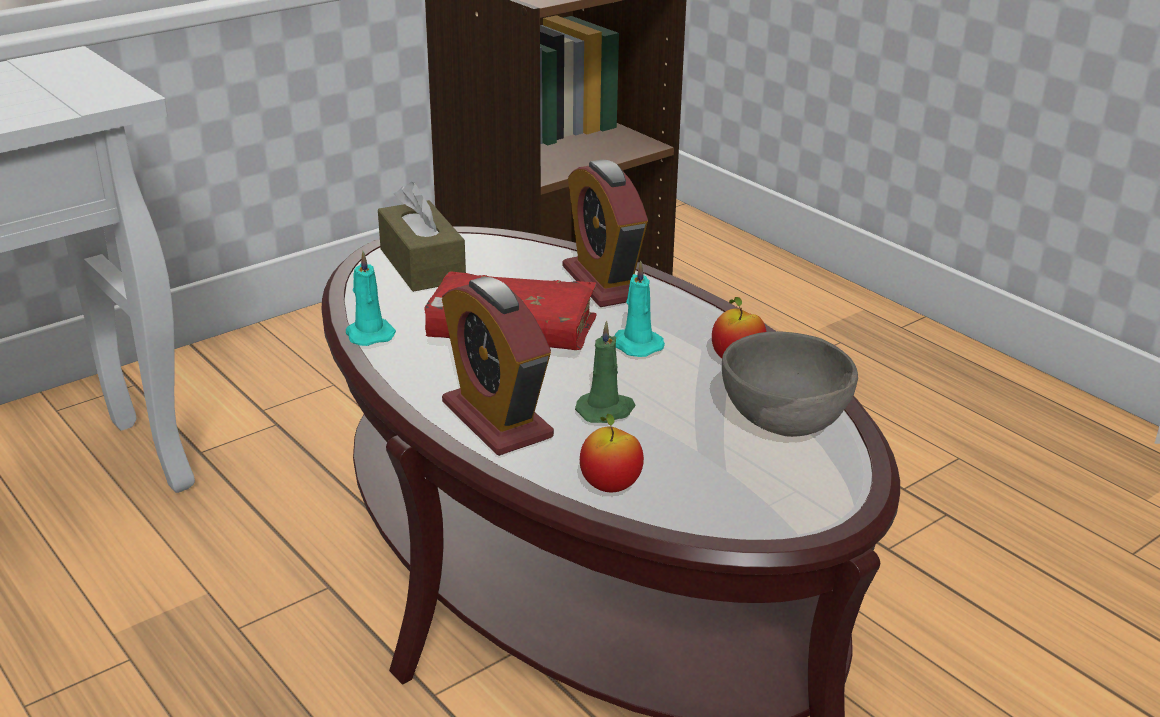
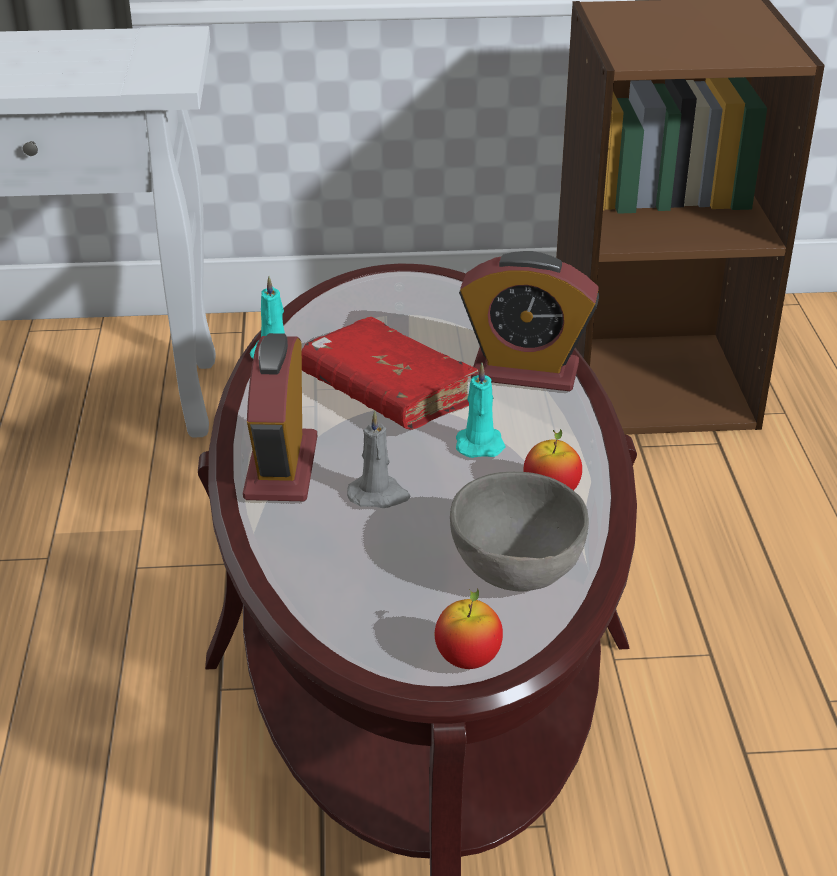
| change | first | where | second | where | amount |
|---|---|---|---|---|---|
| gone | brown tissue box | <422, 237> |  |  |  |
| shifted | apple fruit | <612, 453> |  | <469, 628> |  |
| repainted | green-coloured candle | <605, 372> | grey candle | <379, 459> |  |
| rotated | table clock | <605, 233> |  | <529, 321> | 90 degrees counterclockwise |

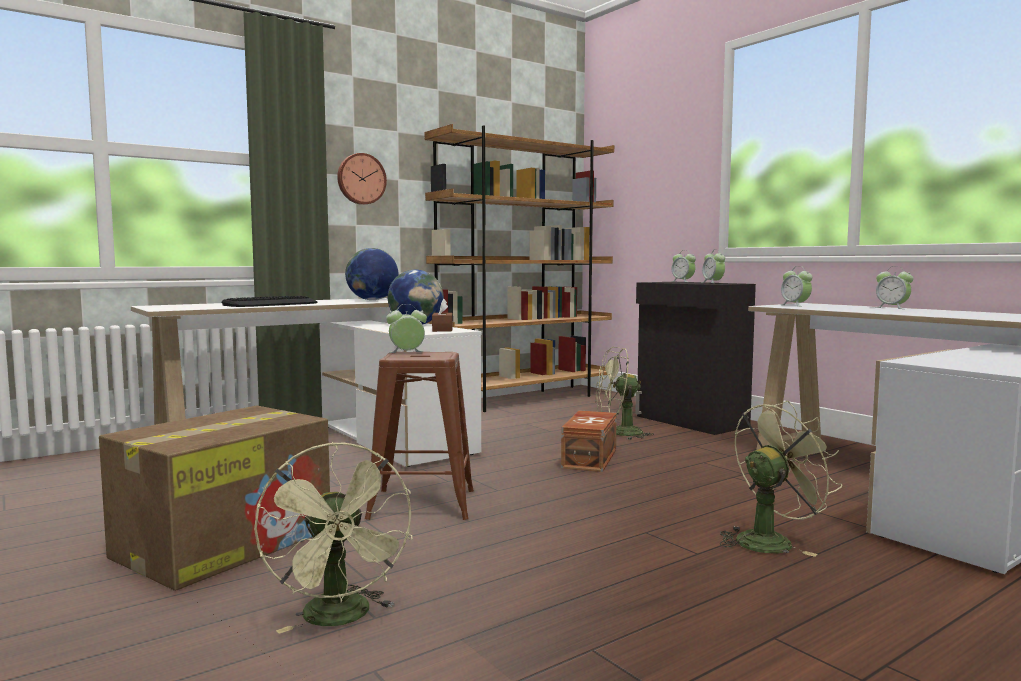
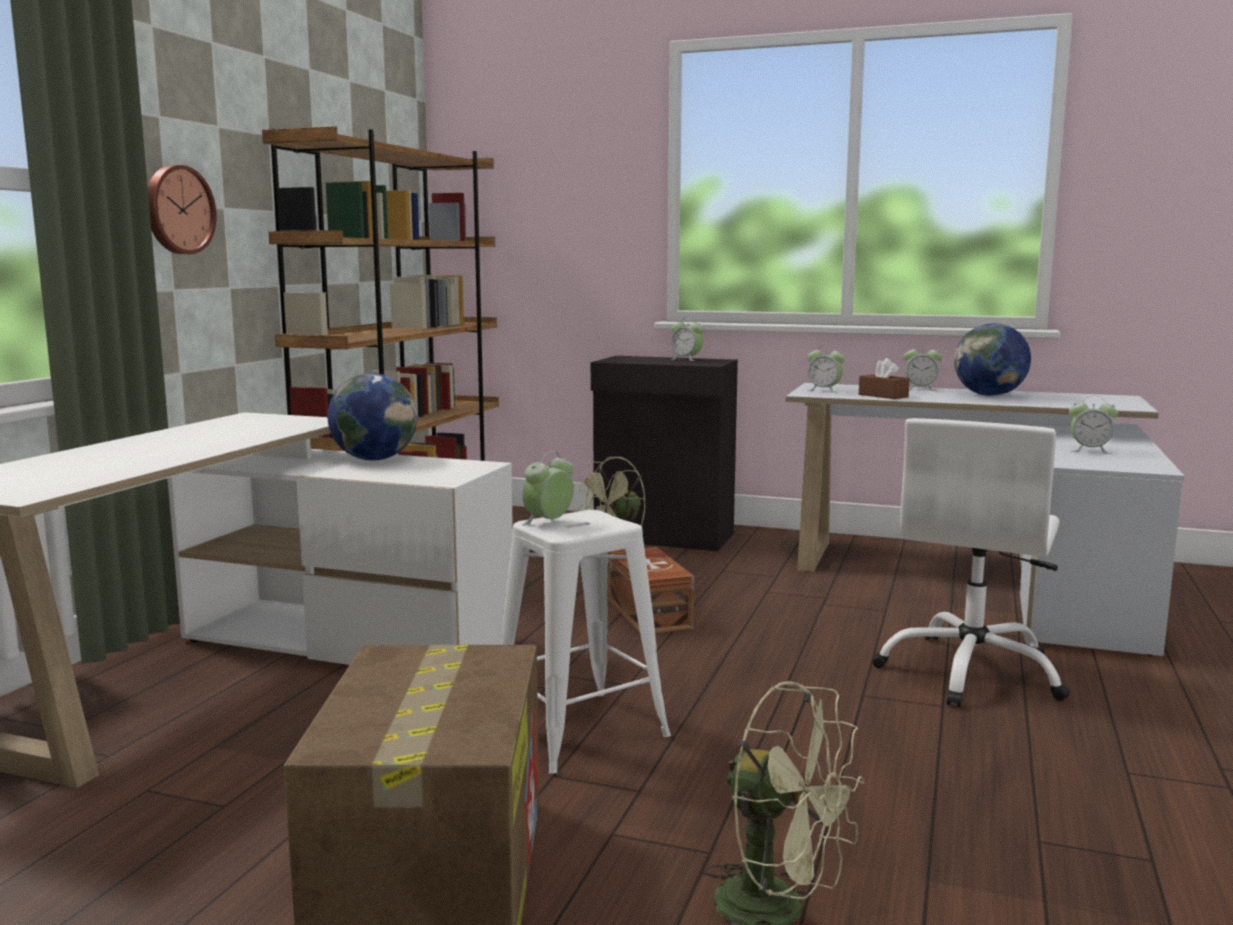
| change | first | where | second | where | amount |
|---|---|---|---|---|---|
| gone | keyboard | <269, 301> |  |  |  |
| shifted | desk globe | <371, 274> |  | <992, 359> |  |
| shifted | brown tissue box | <442, 315> |  | <884, 378> |  |
| shifted | table clock | <683, 266> |  | <1093, 425> |  |
| swapped | green-coloured cooling fan | <781, 478> | white office chair | <971, 563> |  |
| repainted | brown sitting stool | <419, 436> | white sitting stool | <586, 642> |  |

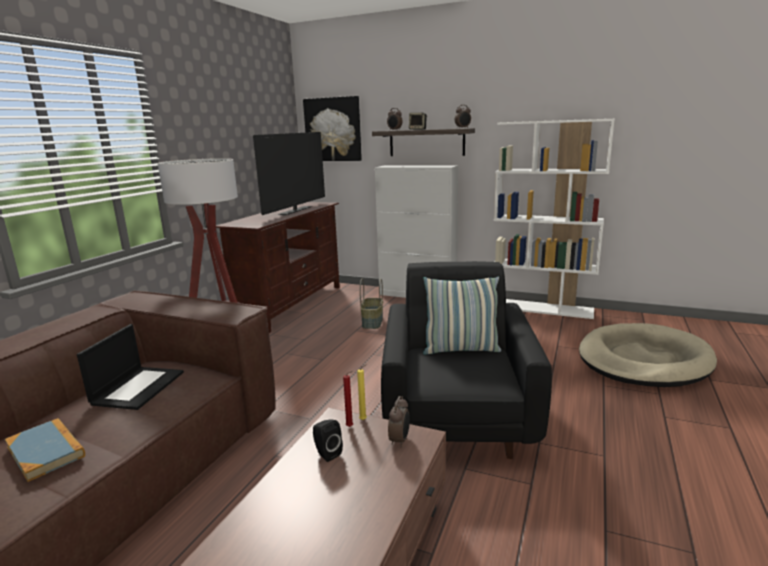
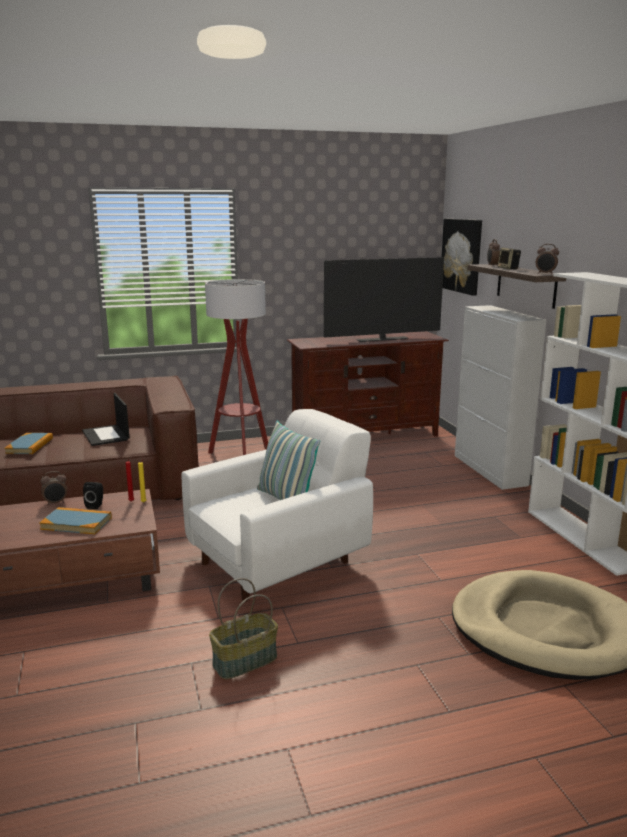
| change | first | where | second | where | amount |
|---|---|---|---|---|---|
| new |  |  | book | <76, 520> |  |
| shifted | basket | <371, 304> |  | <243, 628> |  |
| shifted | table clock | <399, 421> |  | <54, 488> |  |
| repainted | black-coloured armchair | <466, 360> | white armchair | <277, 505> |  |
| rotated | portable computer | <130, 367> |  | <106, 419> | 90 degrees clockwise |

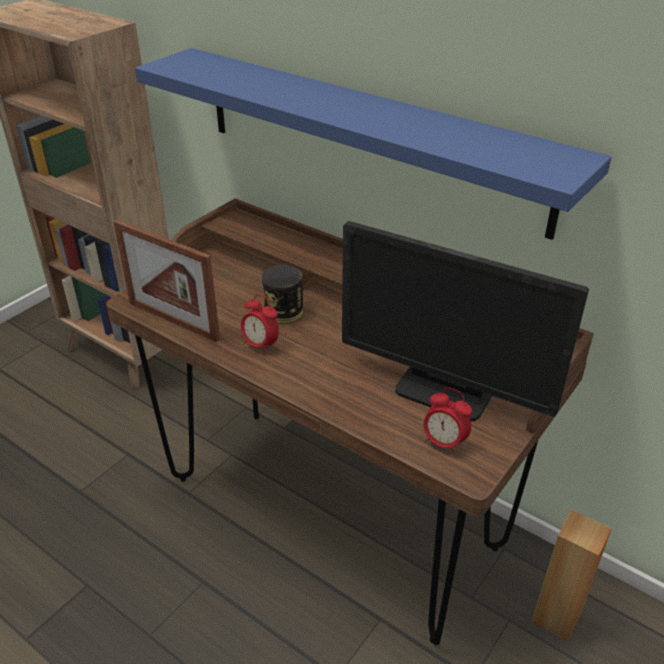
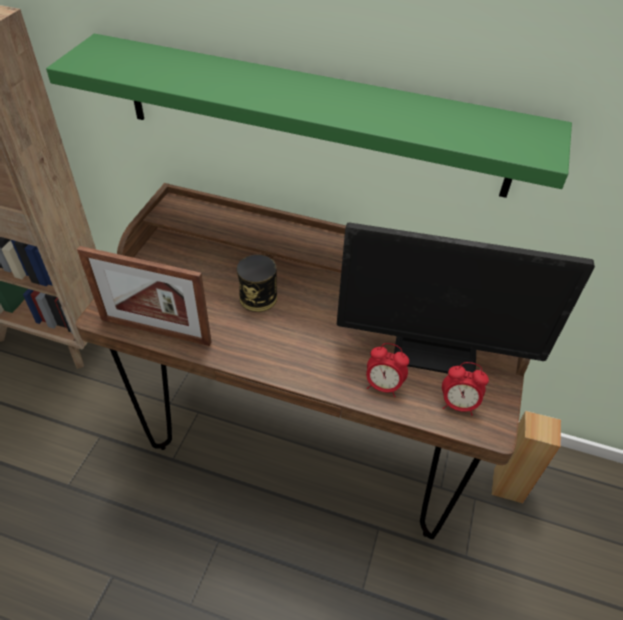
| change | first | where | second | where | amount |
|---|---|---|---|---|---|
| shifted | table clock | <260, 324> |  | <387, 370> |  |
| repainted | bluish bracket shelf | <373, 144> | green-coloured bracket shelf | <309, 116> |  |

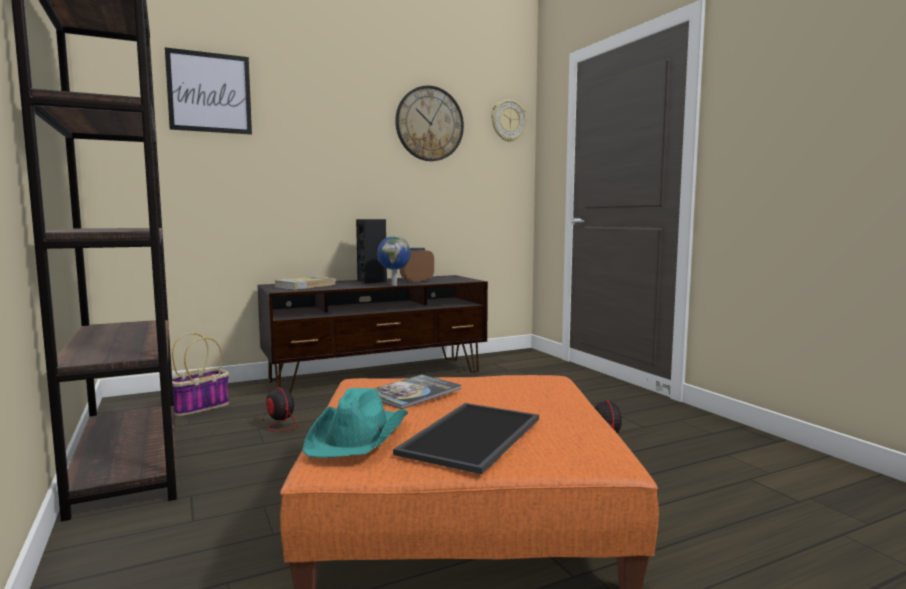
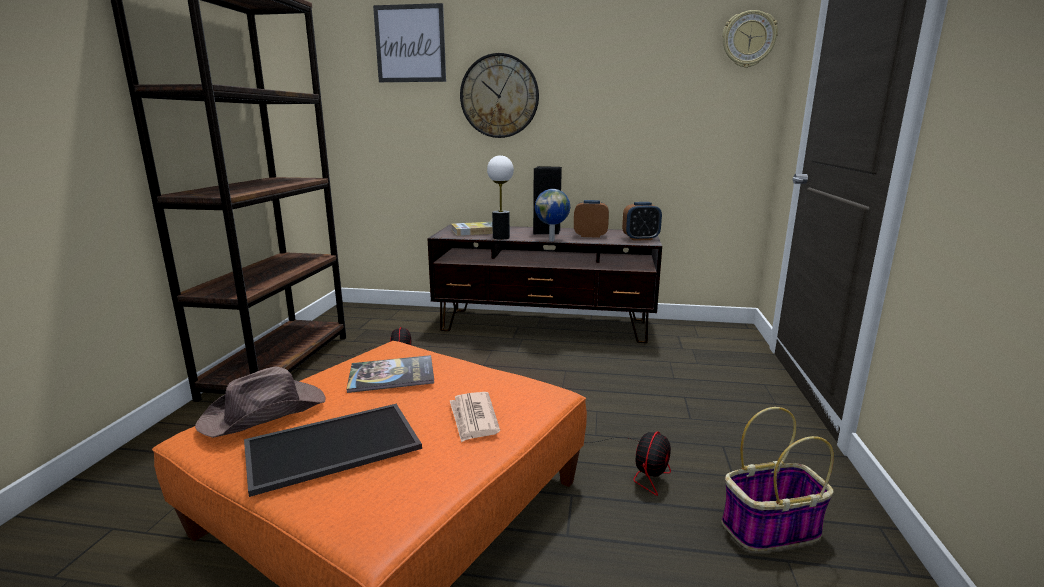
| change | first | where | second | where | amount |
|---|---|---|---|---|---|
| new |  |  | newspaper | <475, 417> |  |
| new |  |  | table lamp | <500, 197> |  |
| new |  |  | table clock | <642, 221> |  |
| shifted | basket | <200, 374> |  | <778, 479> |  |
| shifted | hanging clock | <429, 123> |  | <499, 95> |  |
| repainted | turquoise-coloured wearable hat | <355, 423> | brown wearable hat | <260, 402> |  |

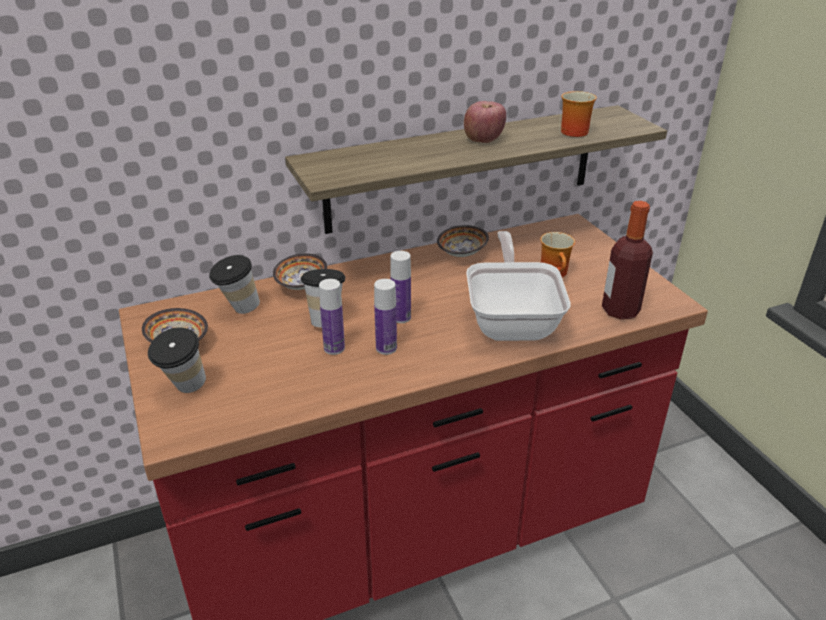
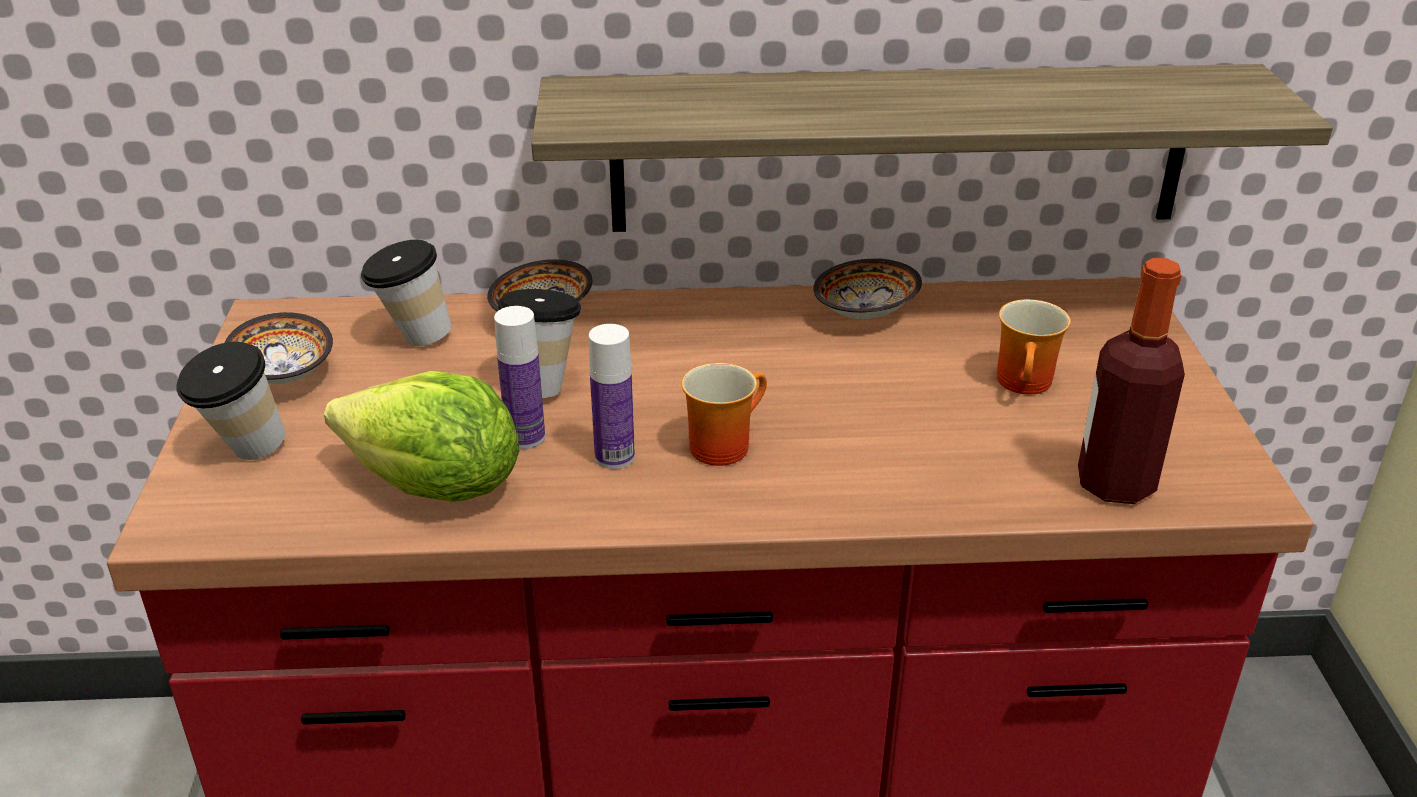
| change | first | where | second | where | amount |
|---|---|---|---|---|---|
| gone | beverage bottle | <400, 287> |  |  |  |
| gone | apple fruit | <485, 122> |  |  |  |
| gone | skillet | <518, 286> |  |  |  |
| new |  |  | head of lettuce | <422, 436> |  |
| shifted | mug | <579, 114> |  | <724, 414> |  |

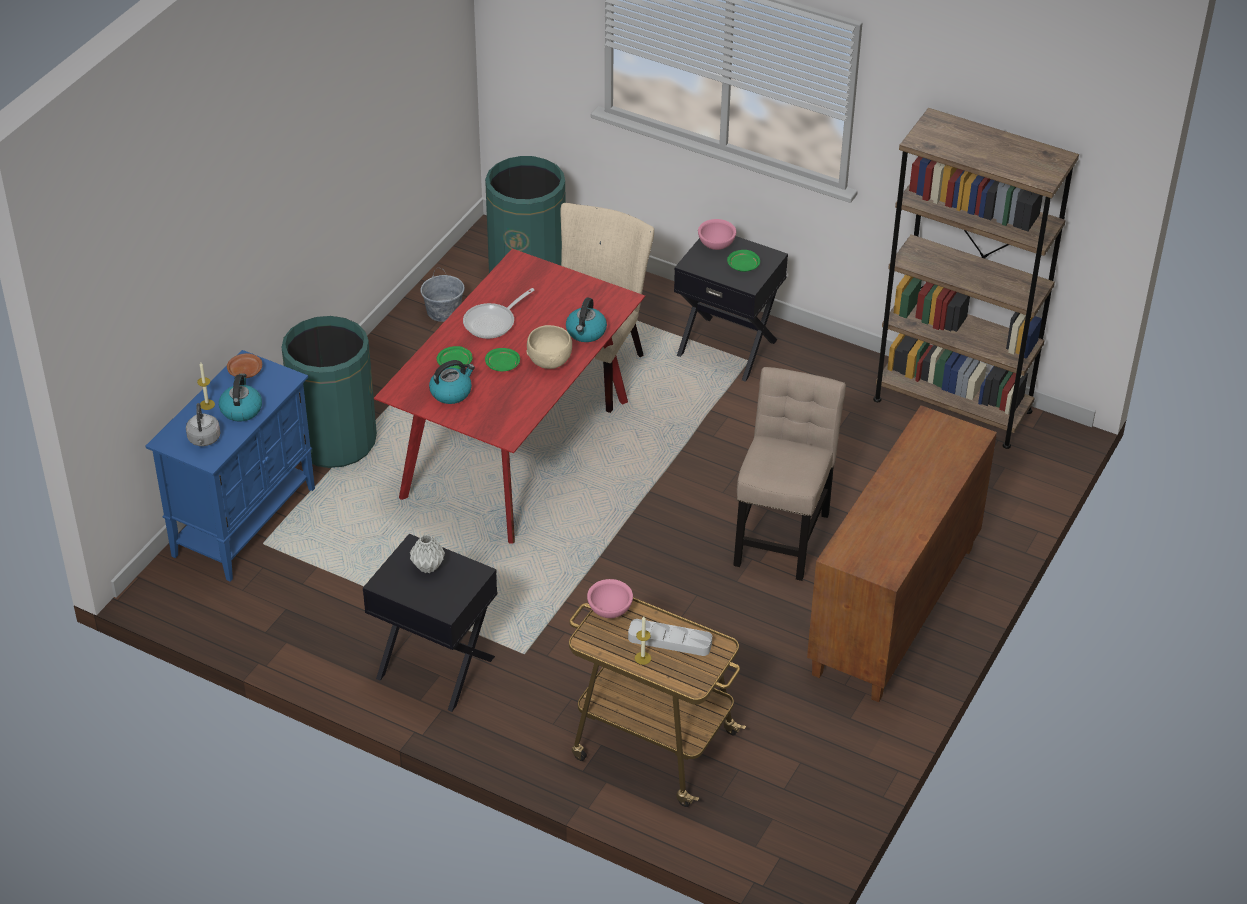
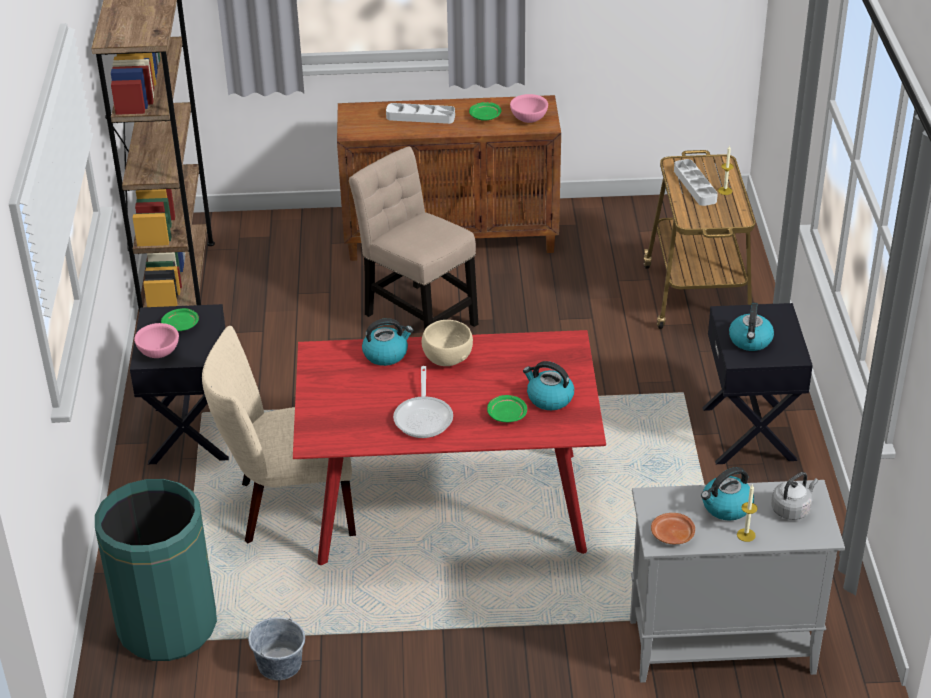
| change | first | where | second | where | amount |
|---|---|---|---|---|---|
| gone | green-coloured trash can | <329, 392> |  |  |  |
| new |  |  | grey tray | <420, 113> |  |
| shifted | green-coloured dinner plate | <502, 359> |  | <485, 111> |  |
| shifted | pink-coloured serving bowl | <610, 598> |  | <529, 108> |  |
| swapped | grey decorative vase | <427, 553> | kettle | <751, 326> |  |
| repainted | bluish storage cabinet | <230, 466> | grey storage cabinet | <737, 581> |  |
| rotated | skillet | <498, 313> |  | <423, 402> | 75 degrees clockwise |
| rotated | beige-coloured plain chair | <789, 474> |  | <413, 238> | 60 degrees clockwise |

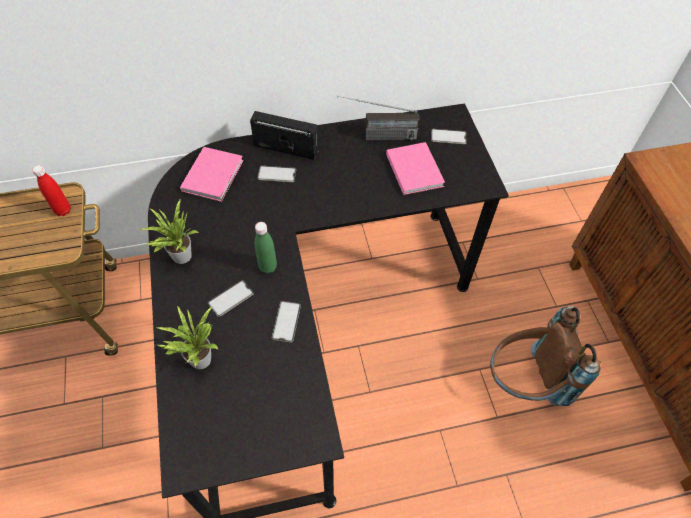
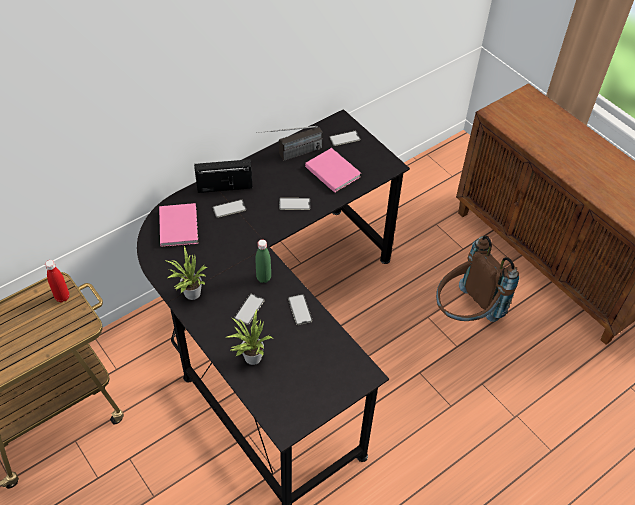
| change | first | where | second | where | amount |
|---|---|---|---|---|---|
| new |  |  | telephone | <294, 204> |  |

